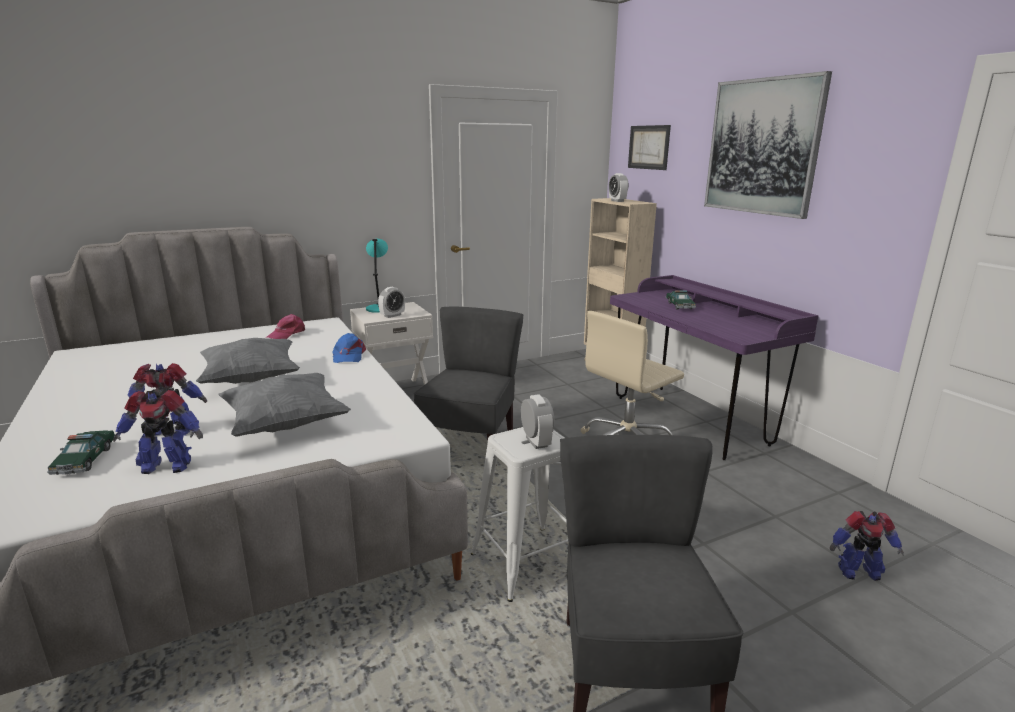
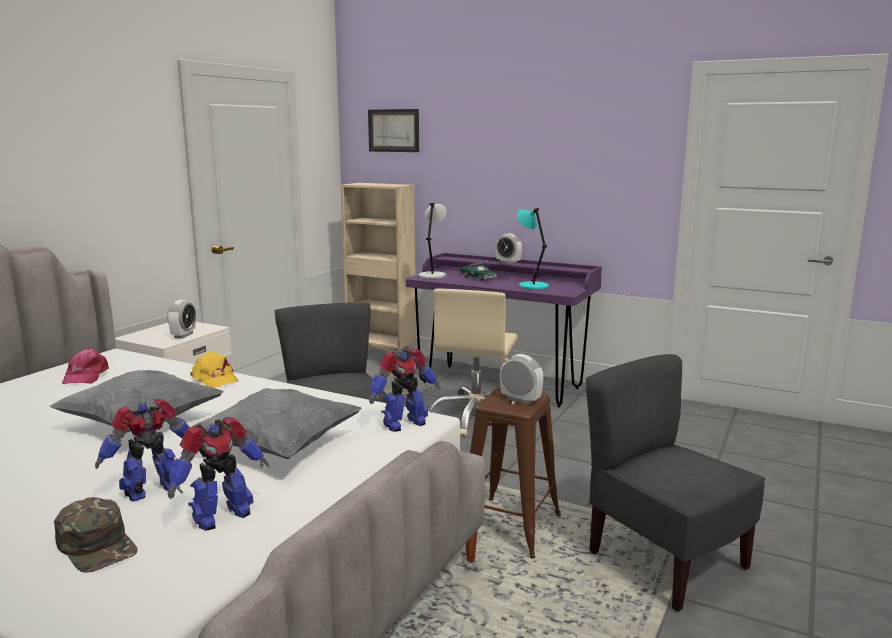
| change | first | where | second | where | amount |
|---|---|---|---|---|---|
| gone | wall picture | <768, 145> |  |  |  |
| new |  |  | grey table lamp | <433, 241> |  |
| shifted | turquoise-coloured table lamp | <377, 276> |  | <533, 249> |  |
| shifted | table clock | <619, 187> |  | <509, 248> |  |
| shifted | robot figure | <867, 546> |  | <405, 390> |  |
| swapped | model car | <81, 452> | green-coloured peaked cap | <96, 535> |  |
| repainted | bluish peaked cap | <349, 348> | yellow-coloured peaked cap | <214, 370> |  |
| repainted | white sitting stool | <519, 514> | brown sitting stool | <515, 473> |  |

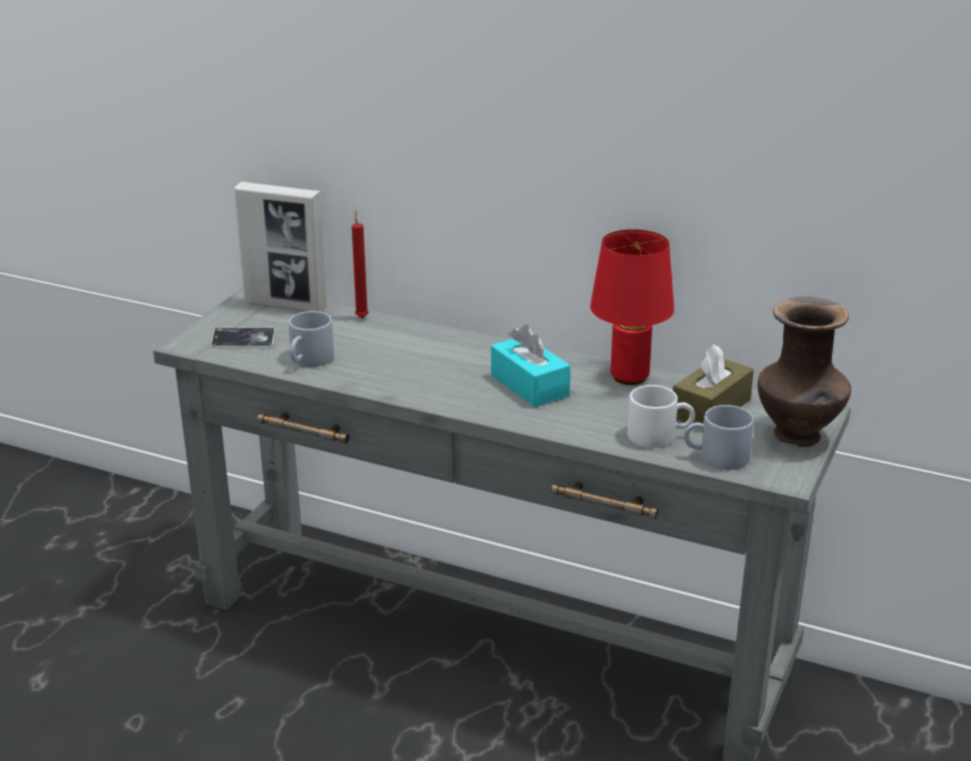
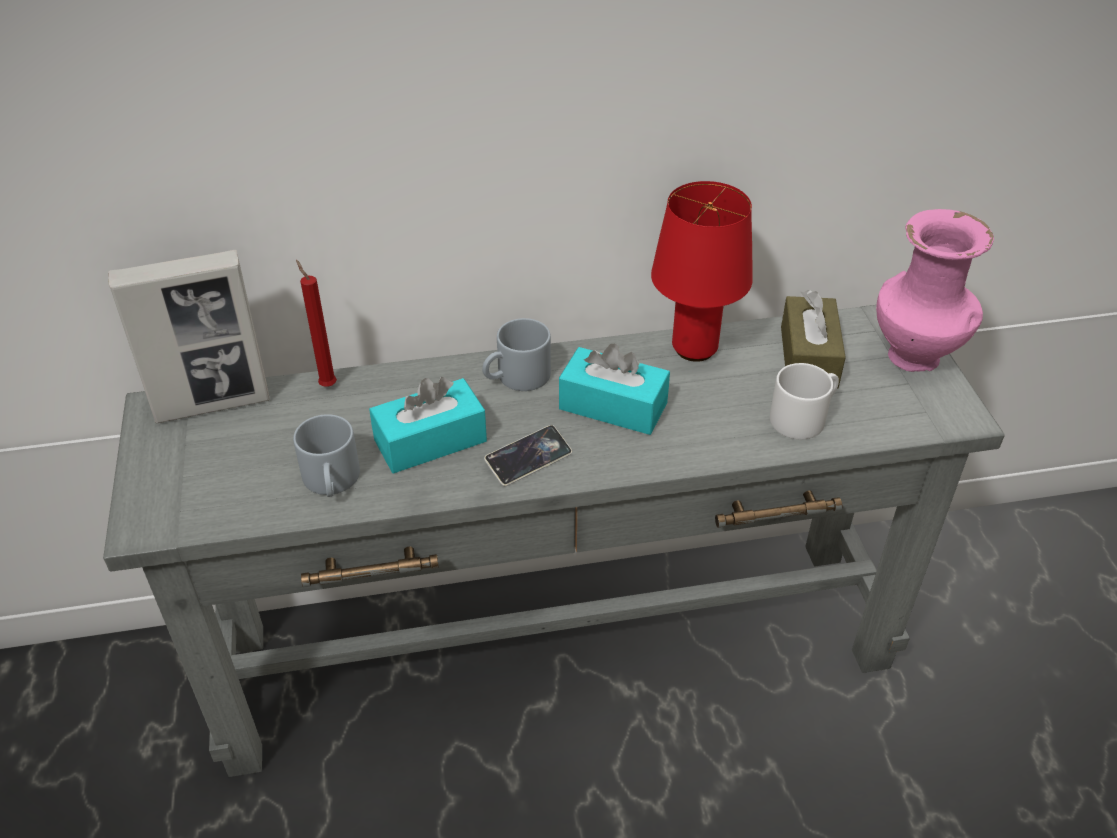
| change | first | where | second | where | amount |
|---|---|---|---|---|---|
| new |  |  | turquoise-coloured tissue box | <428, 425> |  |
| shifted | telephone | <243, 338> |  | <528, 455> |  |
| shifted | grey mug | <719, 437> |  | <516, 354> |  |
| repainted | brown decorative vase | <804, 371> | pink-coloured decorative vase | <935, 290> |  |

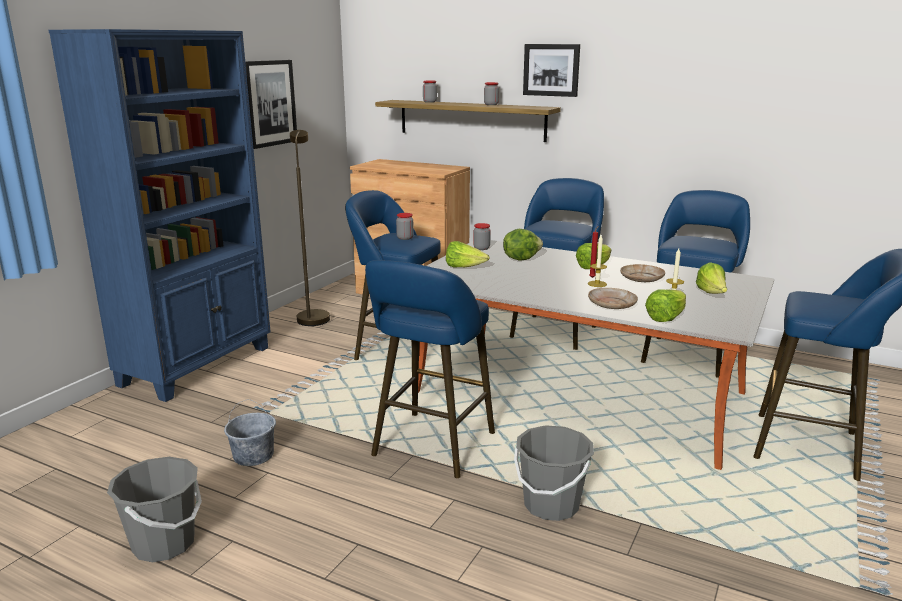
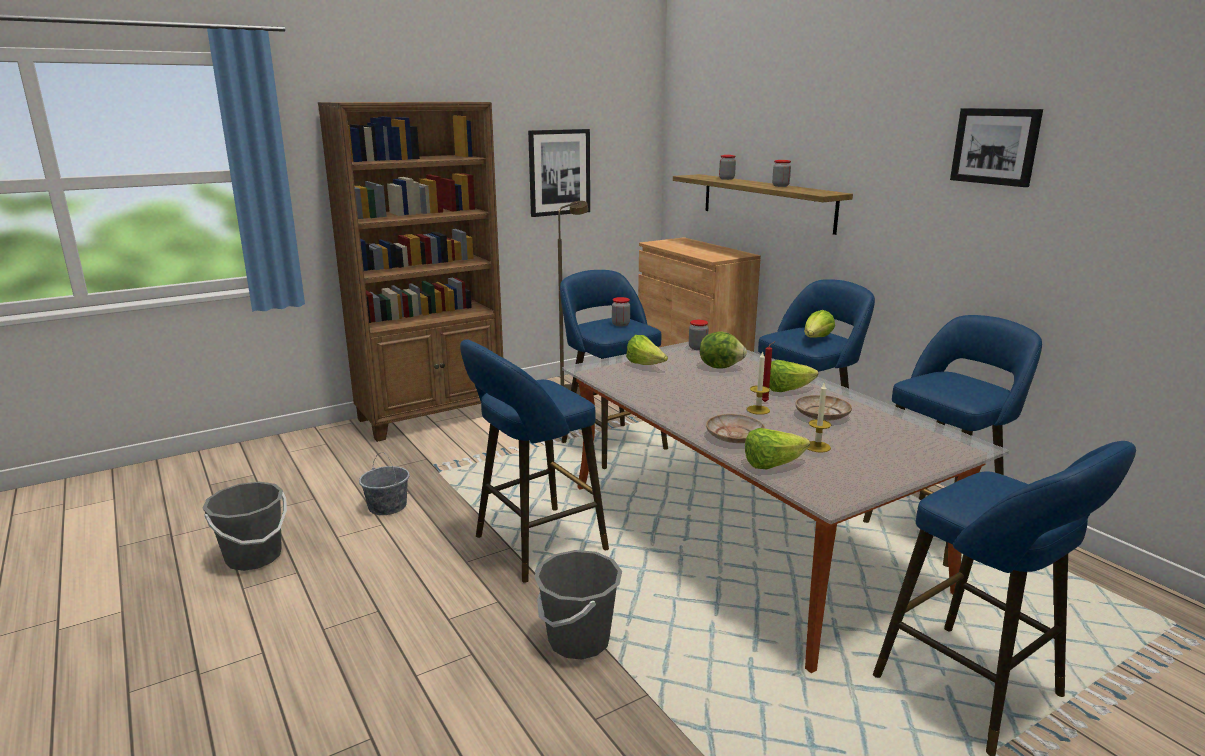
| change | first | where | second | where | amount |
|---|---|---|---|---|---|
| shifted | wall picture | <551, 70> |  | <996, 147> |  |
| shifted | head of lettuce | <711, 278> |  | <819, 324> |  |
| repainted | bluish bookshelf | <160, 215> | brown bookshelf | <410, 272> |  |

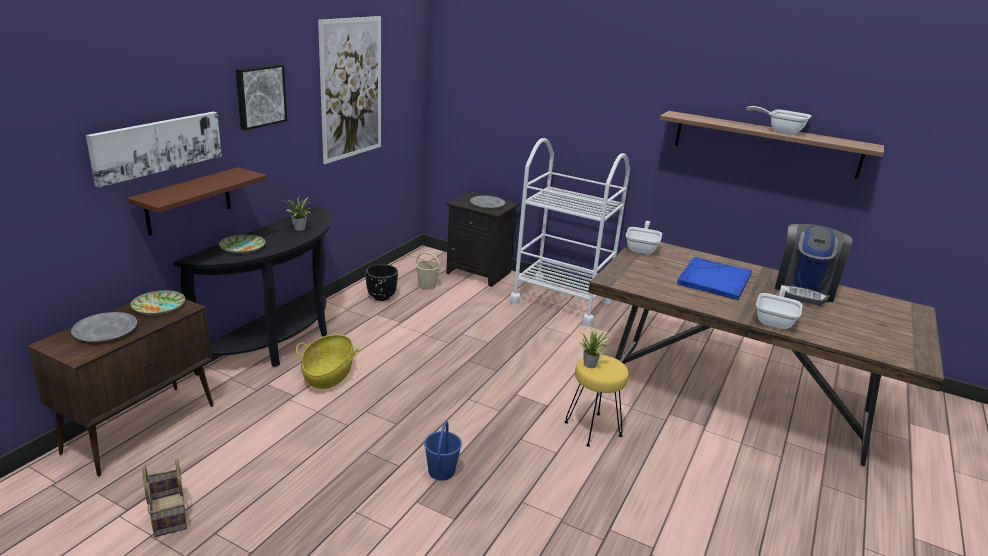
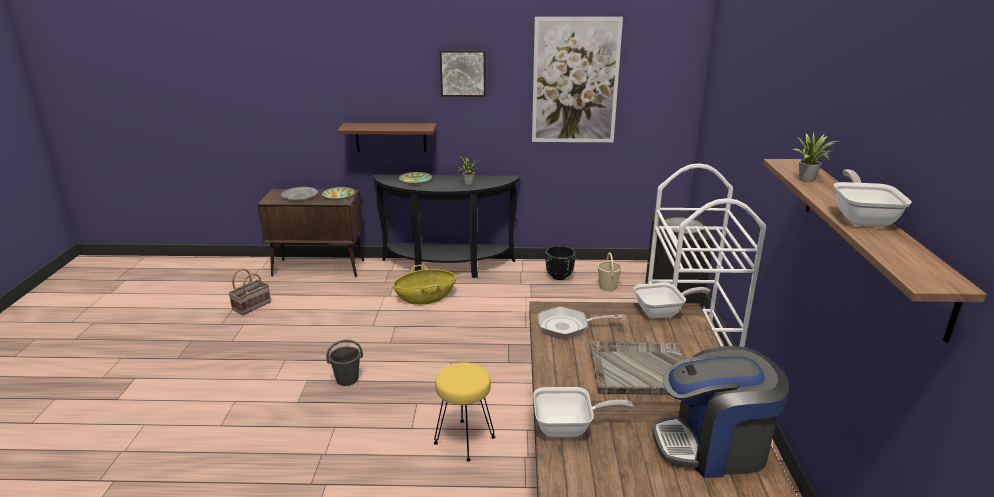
| change | first | where | second | where | amount |
|---|---|---|---|---|---|
| gone | wall picture | <154, 149> |  |  |  |
| new |  |  | skillet | <580, 322> |  |
| shifted | potted plant | <595, 348> |  | <814, 157> |  |
| repainted | bluish bucket | <443, 451> | grey bucket | <344, 362> |  |
| repainted | bluish tray | <714, 278> | grey tray | <638, 368> |  |

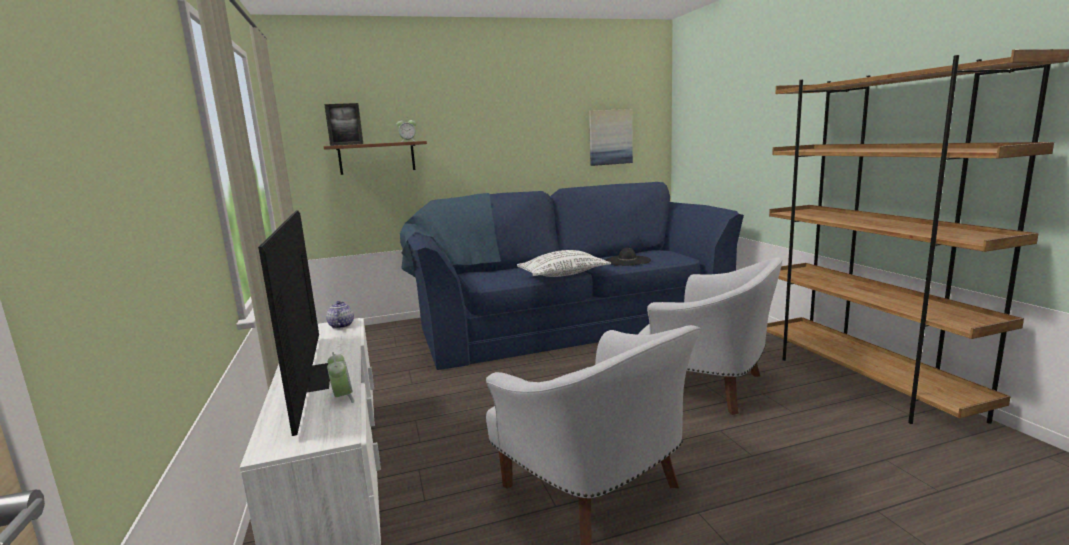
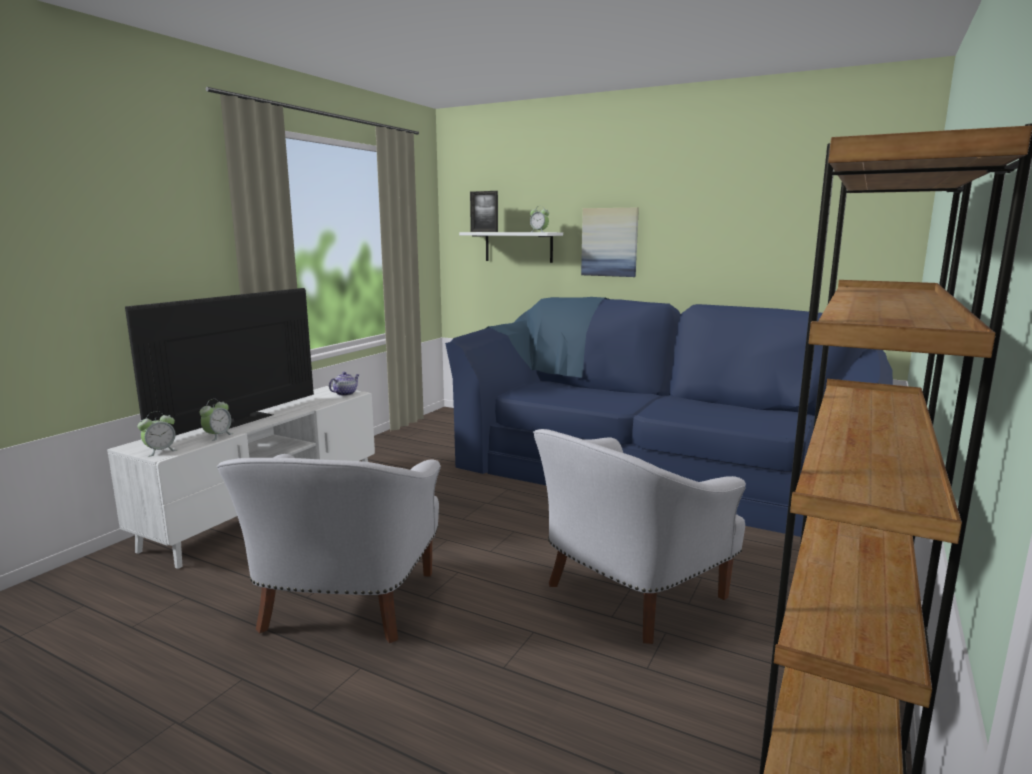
| change | first | where | second | where | amount |
|---|---|---|---|---|---|
| gone | white pillow | <564, 263> |  |  |  |
| gone | black-coloured wearable hat | <628, 257> |  |  |  |
| new |  |  | table clock | <157, 434> |  |
| shifted | wall picture | <611, 137> |  | <610, 242> |  |
| repainted | brown bracket shelf | <375, 158> | white bracket shelf | <511, 247> |  |
| rotated | white armchair | <710, 336> |  | <639, 536> | 60 degrees clockwise |

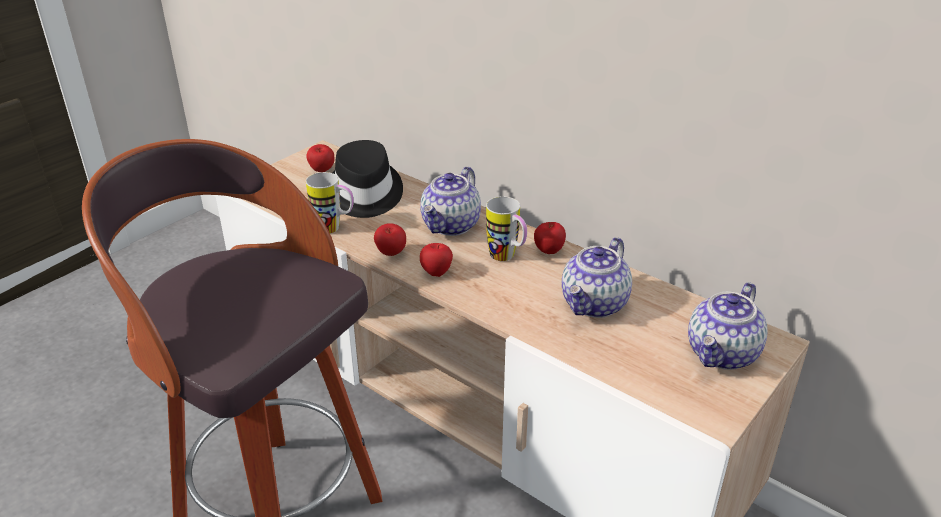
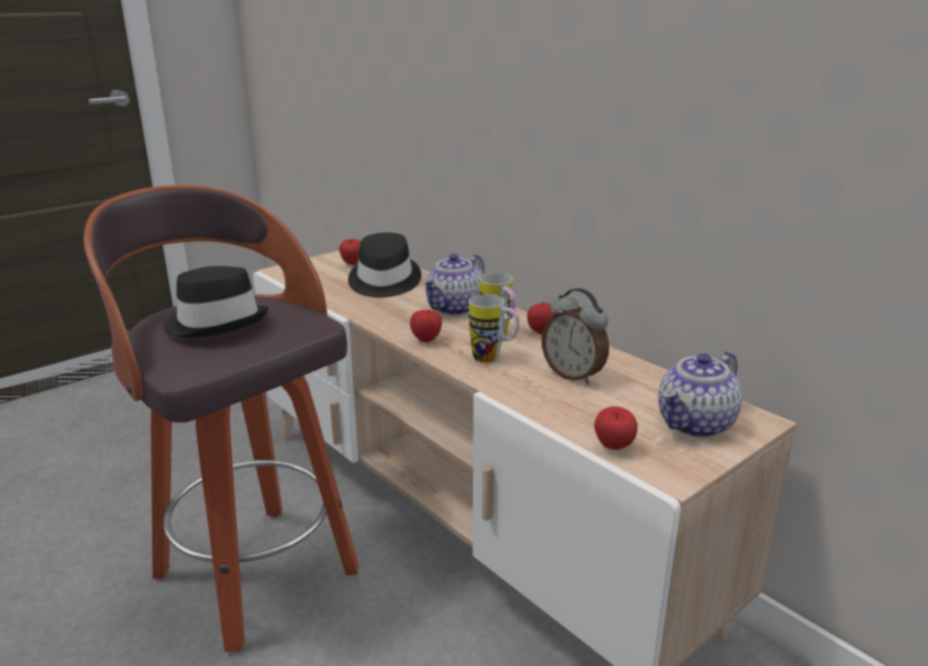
| change | first | where | second | where | amount |
|---|---|---|---|---|---|
| new |  |  | black-coloured wearable hat | <216, 302> |  |
| shifted | mug | <330, 203> |  | <494, 328> |  |
| shifted | apple fruit | <390, 239> |  | <616, 428> |  |
| swapped | tea pot | <597, 277> | table clock | <575, 336> |  |

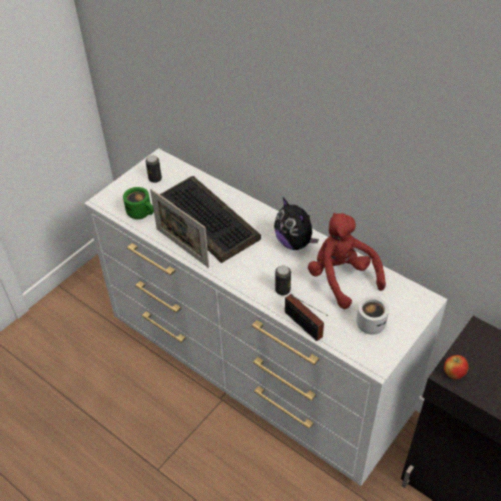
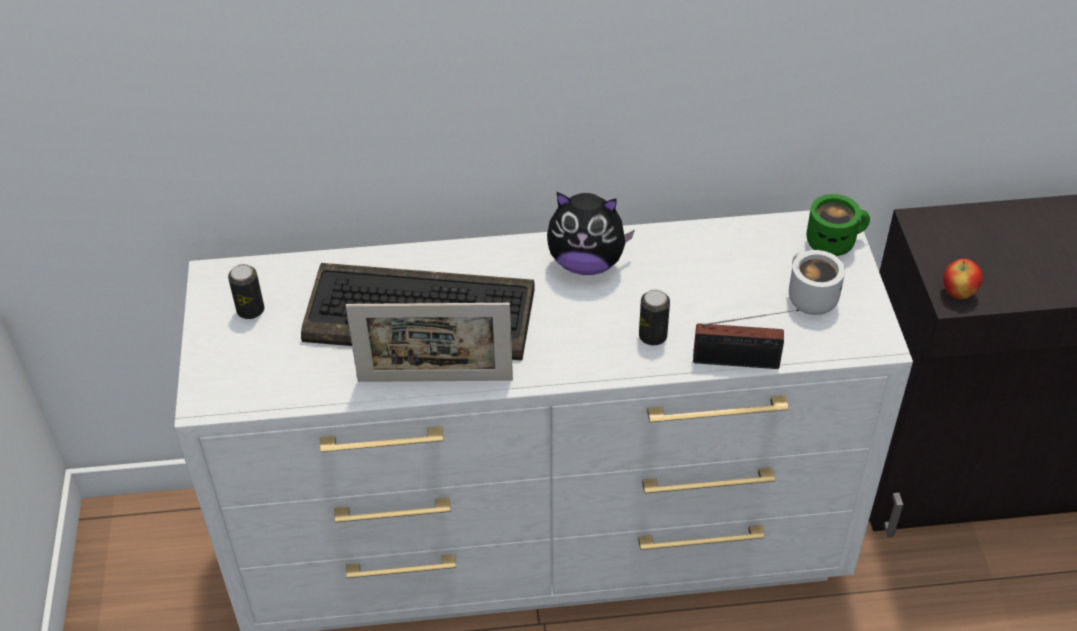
| change | first | where | second | where | amount |
|---|---|---|---|---|---|
| gone | reddish plush toy | <347, 260> |  |  |  |
| shifted | green-coloured mug | <138, 203> |  | <838, 225> |  |

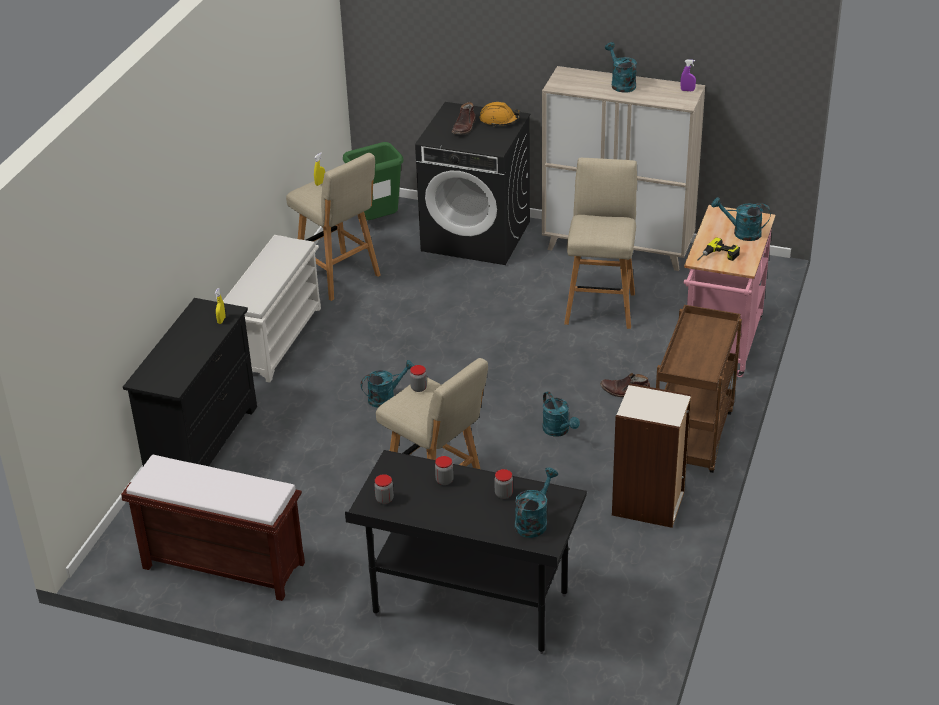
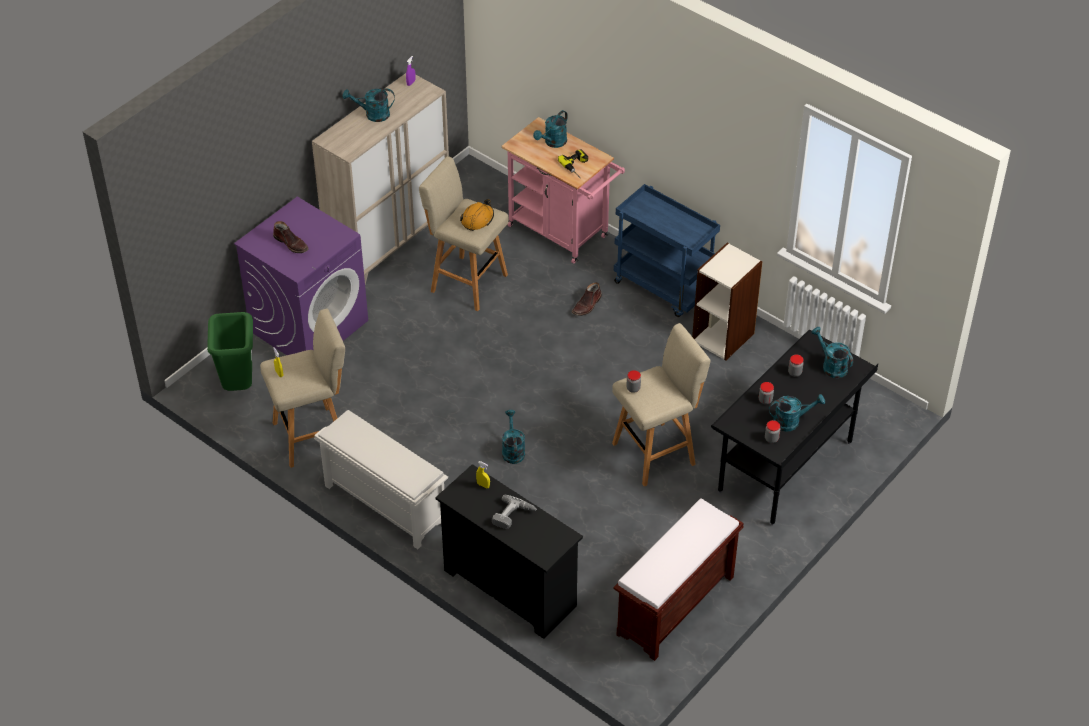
| change | first | where | second | where | amount |
|---|---|---|---|---|---|
| new |  |  | drill | <514, 512> |  |
| shifted | orange hard hat | <499, 114> |  | <477, 215> |  |
| shifted | turquoise-coloured watering pot | <561, 414> |  | <797, 413> |  |
| repainted | black-coloured laundry machine | <472, 183> | purple laundry machine | <301, 276> |  |
| repainted | brown trolley | <699, 389> | bluish trolley | <667, 250> |  |

